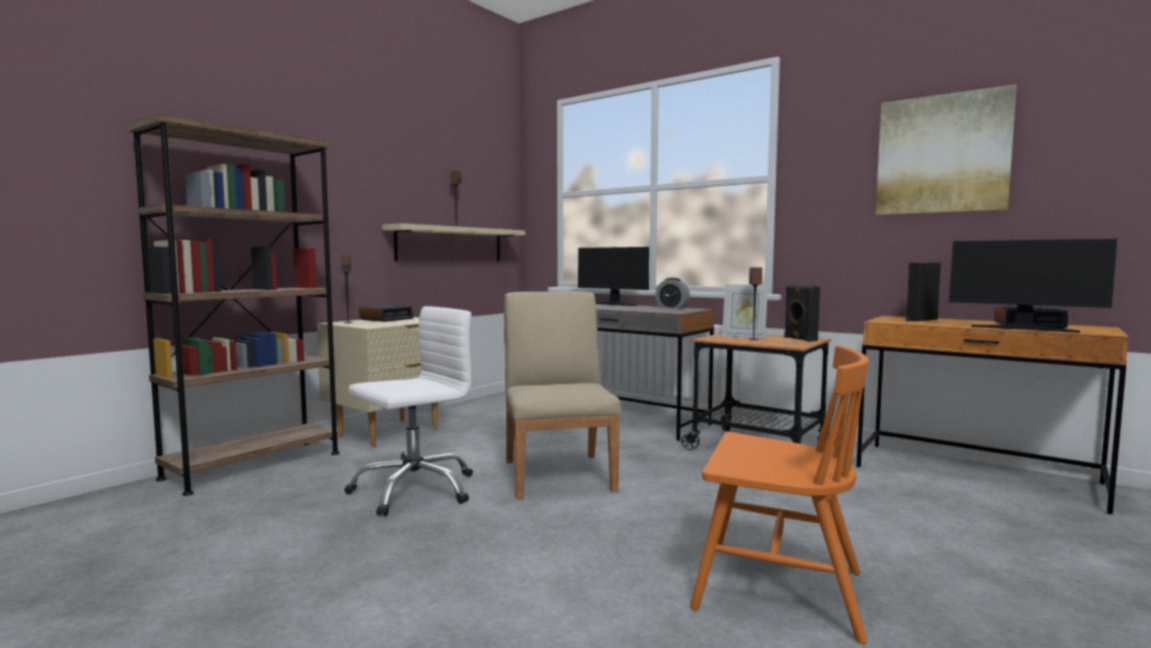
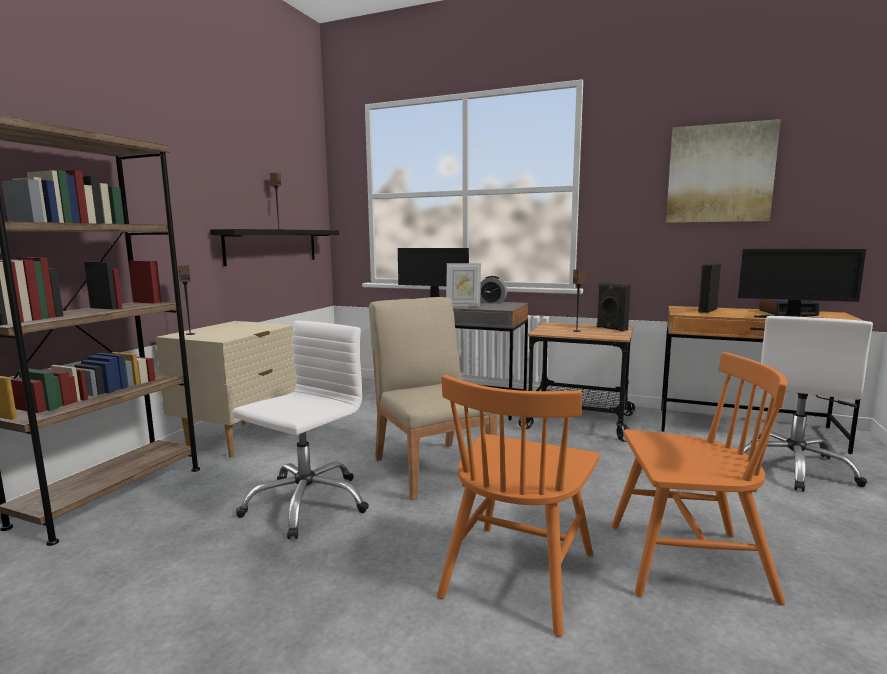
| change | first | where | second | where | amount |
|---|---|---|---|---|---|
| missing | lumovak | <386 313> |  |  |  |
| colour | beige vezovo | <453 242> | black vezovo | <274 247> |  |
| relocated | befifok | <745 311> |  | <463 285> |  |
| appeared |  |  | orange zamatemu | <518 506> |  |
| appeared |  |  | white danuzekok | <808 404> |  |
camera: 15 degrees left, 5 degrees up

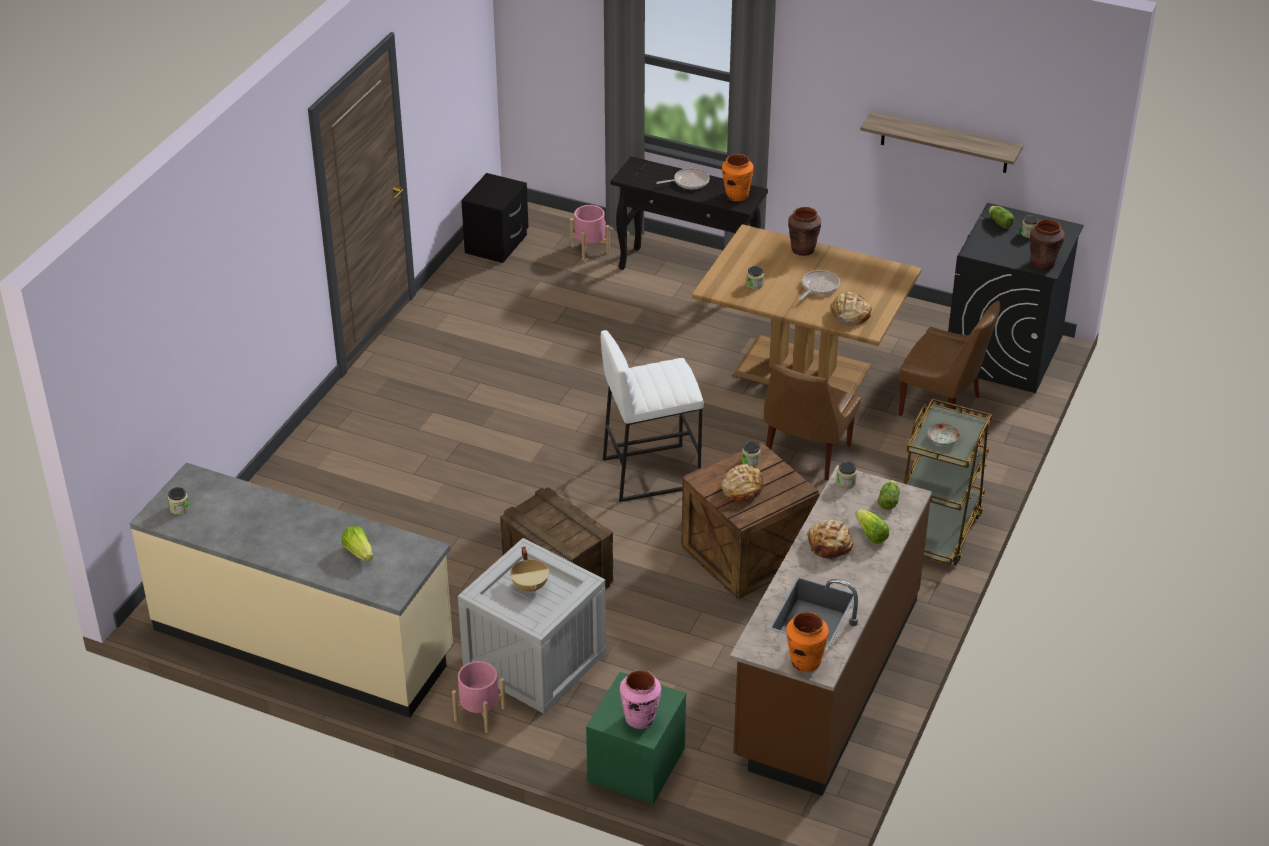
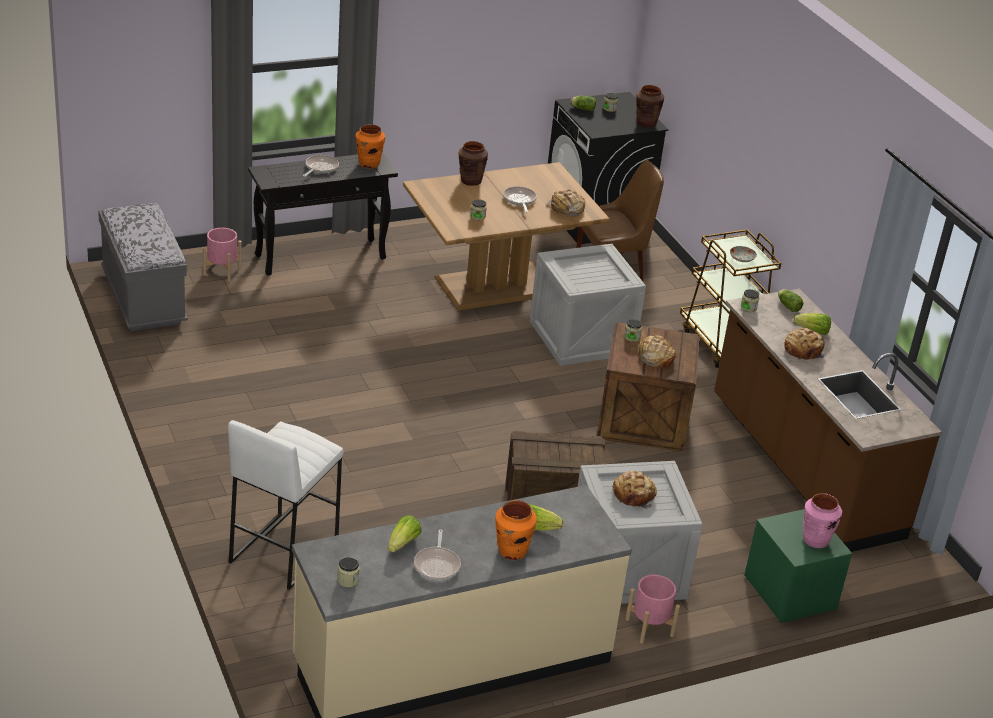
| change | first | where | second | where | amount |
|---|---|---|---|---|---|
| exchanged | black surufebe | <494 218> | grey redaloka | <143 267> |  |
| exchanged | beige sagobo | <529 570> | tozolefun | <635 490> |  |
| relocated | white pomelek | <652 416> |  | <285 505> |  |
| exchanged | brown zamatemu | <812 422> | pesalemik | <588 305> |  |
| relocated | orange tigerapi | <807 642> |  | <516 530> |  |
| missing | vezovo | <941 142> |  |  |  |
| appeared |  |  | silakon | <405 534> |  |
| appeared |  |  | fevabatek | <437 555> |  |
camera: 50 degrees left, 5 degrees down

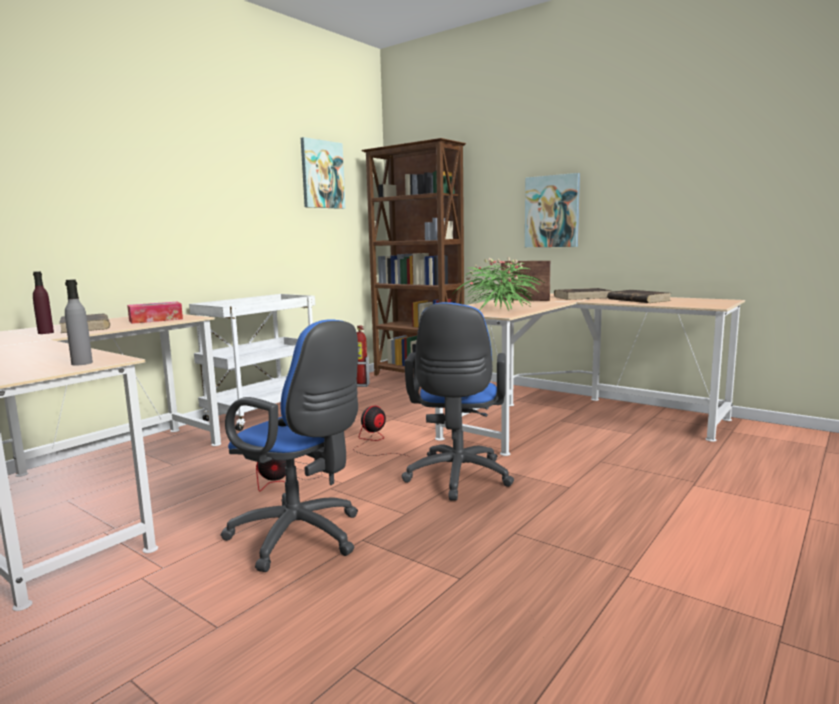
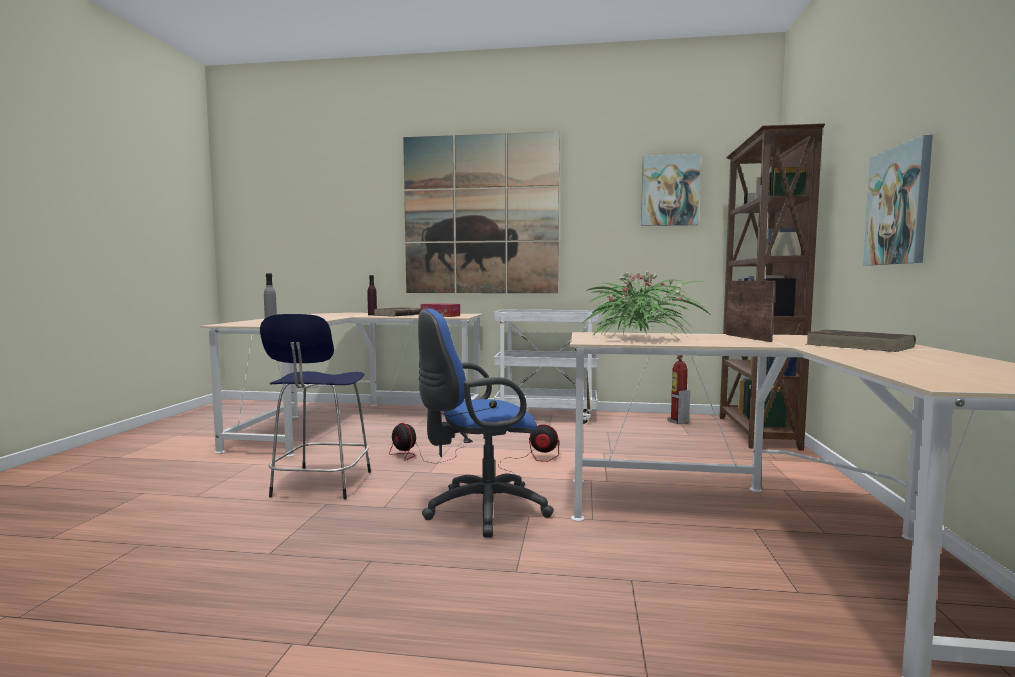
| change | first | where | second | where | amount |
|---|---|---|---|---|---|
| exchanged | blue danuzekok | <289 446> | blue pomelek | <315 406> |  |
| missing | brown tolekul | <638 296> |  |  |  |
| appeared |  |  | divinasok | <481 212> |  |
camera: 60 degrees right, 5 degrees down

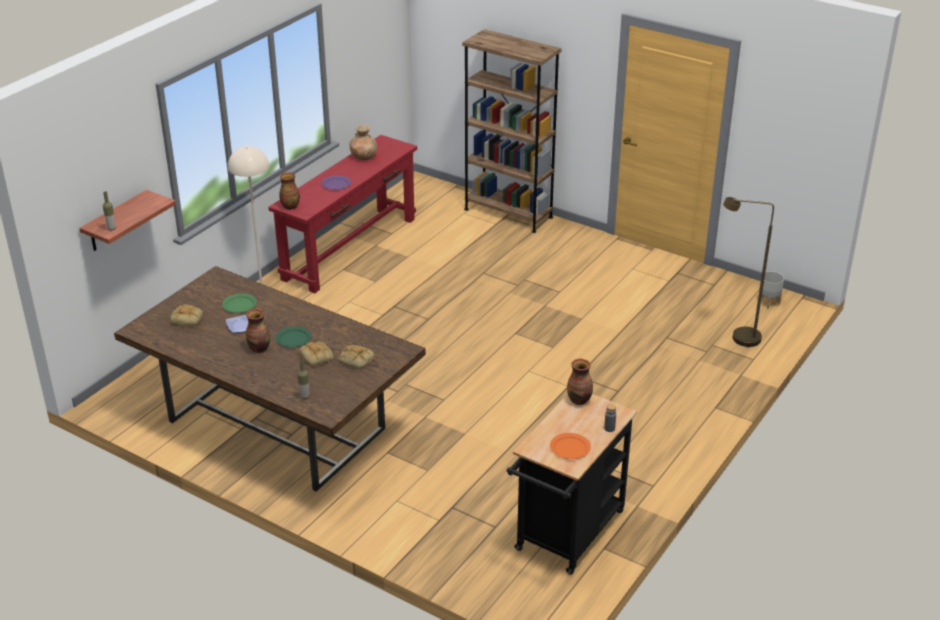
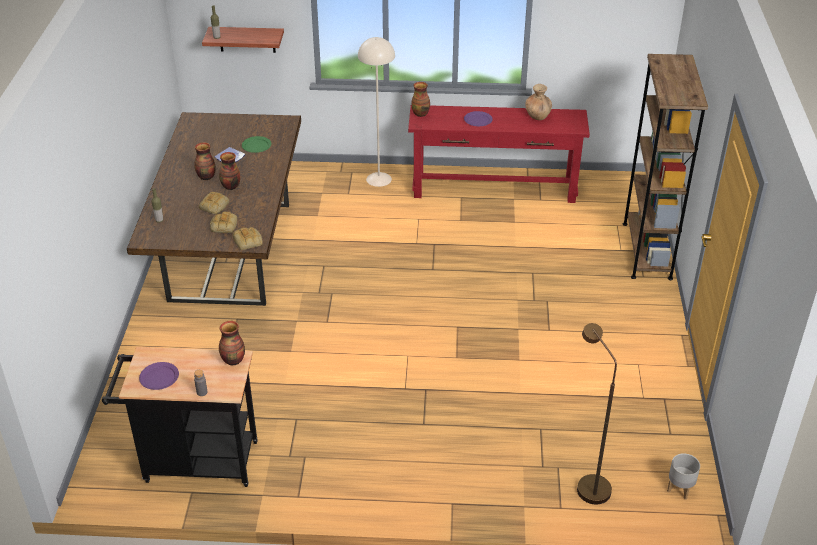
| change | first | where | second | where | amount |
|---|---|---|---|---|---|
| relocated | tozolefun | <186 315> |  | <248 238> |  |
| exchanged | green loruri | <294 336> | tigerapi | <229 171> |  |
| colour | orange loruri | <570 446> | purple loruri | <159 376> |  |
camera: 60 degrees right, 5 degrees up

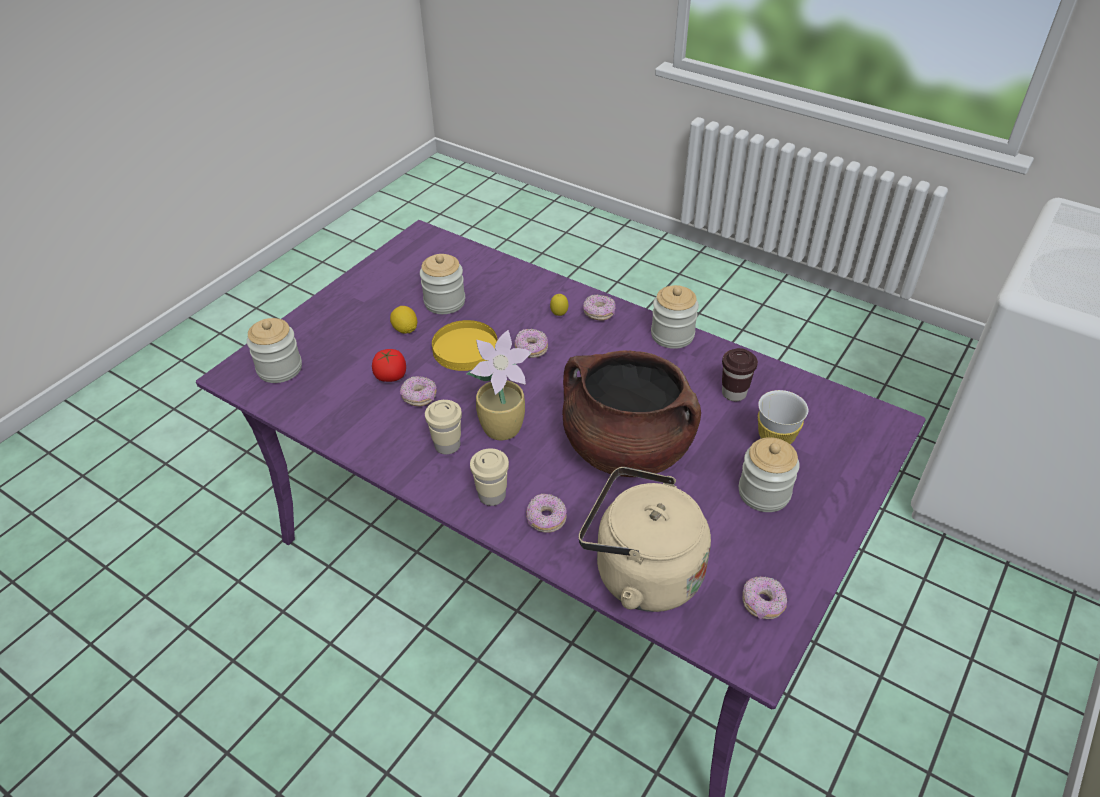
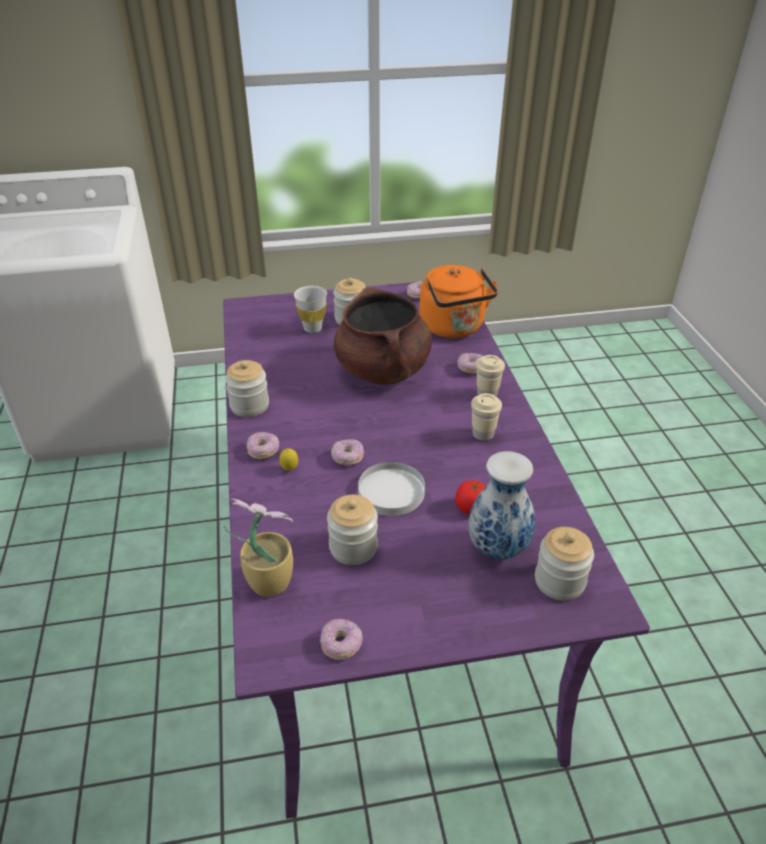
| change | first | where | second | where | amount |
|---|---|---|---|---|---|
| missing | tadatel | <403 320> |  |  |  |
| relocated | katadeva | <418 391> |  | <341 639> |  |
| colour | yellow loruri | <465 345> | white loruri | <391 489> |  |
| relocated | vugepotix | <499 385> |  | <258 548> |  |
| colour | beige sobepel | <644 539> | orange sobepel | <458 301> |  |
| missing | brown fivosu | <740 374> |  |  |  |
| appeared |  |  | tigerapi | <501 505> |  |
camera: 135 degrees left, 5 degrees down

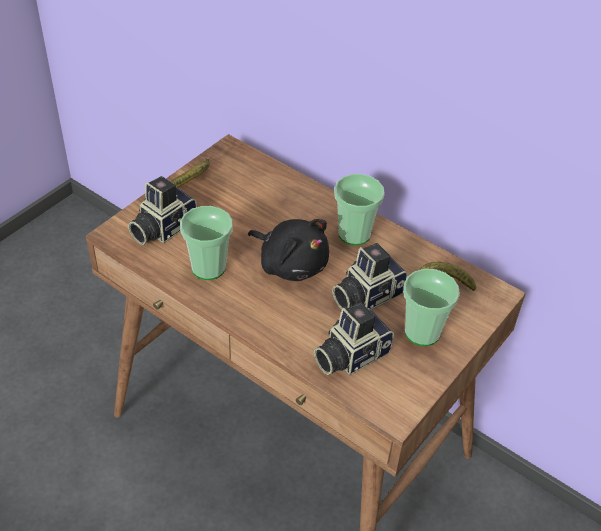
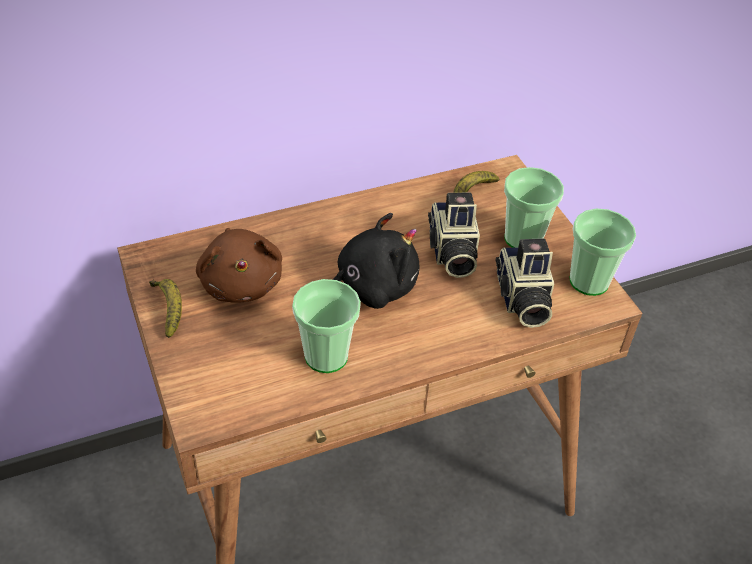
| change | first | where | second | where | amount |
|---|---|---|---|---|---|
| missing | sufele | <162 210> |  |  |  |
| relocated | fivosu | <359 209> |  | <603 252> |  |
| appeared |  |  | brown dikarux | <239 265> |  |
camera: 60 degrees left, 0 degrees up

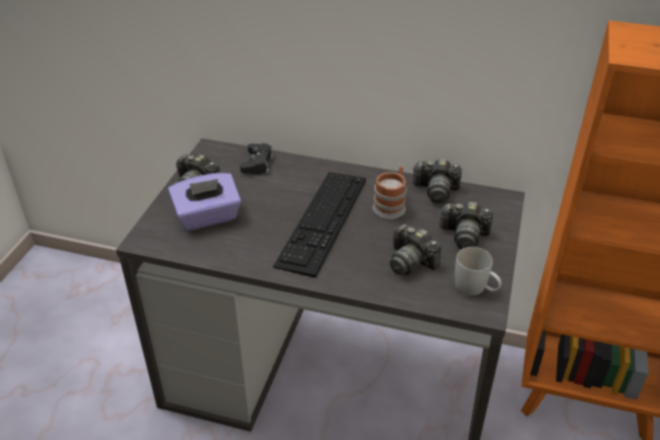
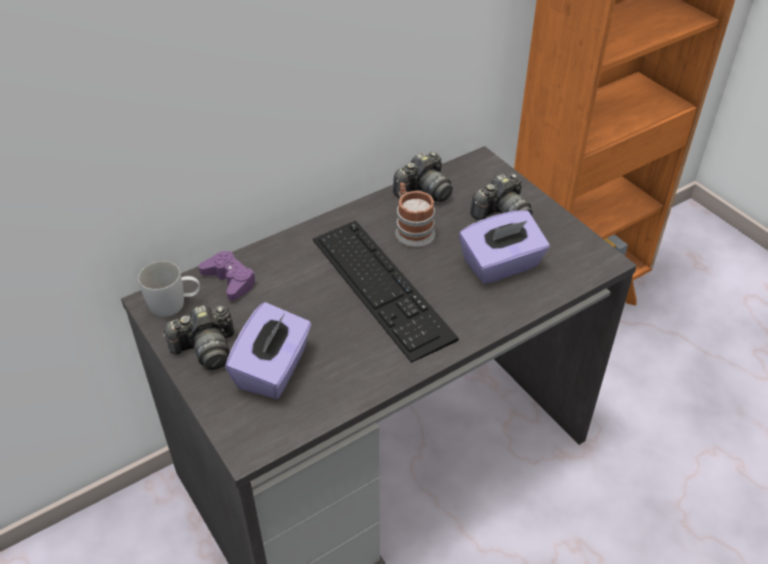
| change | first | where | second | where | amount |
|---|---|---|---|---|---|
| colour | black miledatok | <257 159> | purple miledatok | <227 276> |  |
| exchanged | sufele | <415 249> | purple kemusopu | <504 247> |  |
| relocated | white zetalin | <478 271> |  | <169 289> |  |
camera: 50 degrees left, 5 degrees up

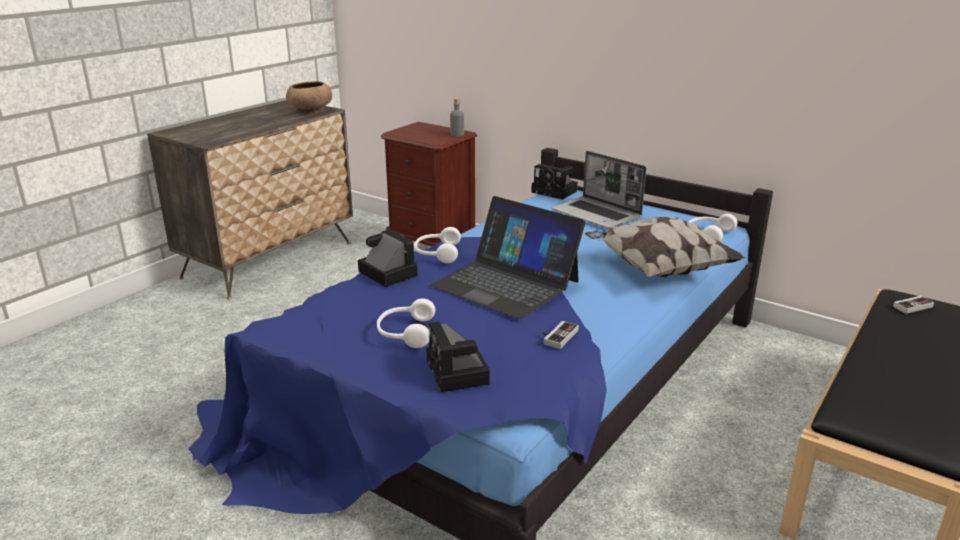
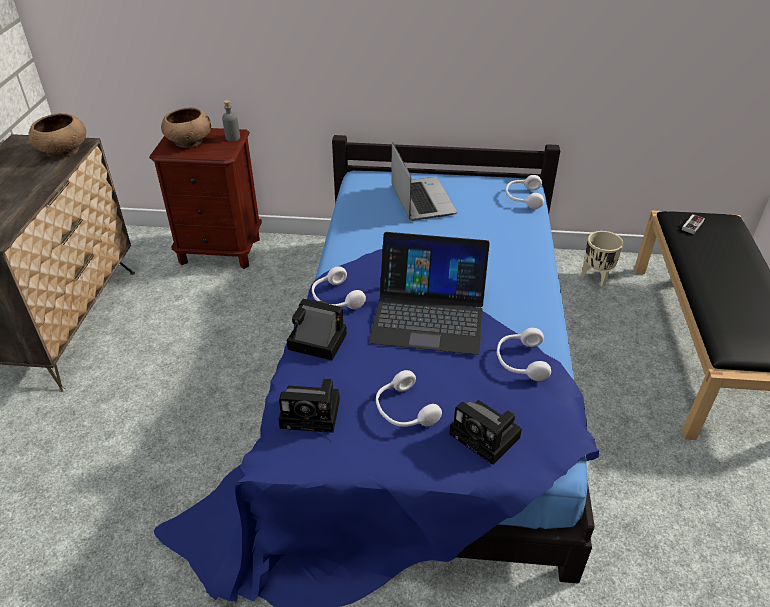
| change | first | where | second | where | amount |
|---|---|---|---|---|---|
| relocated | sufele | <554 182> |  | <309 406> |  |
| exchanged | miledatok | <560 335> | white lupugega | <524 354> |  |
| spun | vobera | <599 190> |  | <424 181> | 120 degrees counterclockwise |
| missing | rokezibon | <665 247> |  |  |  |
| appeared |  |  | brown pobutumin | <186 128> |  |
| appeared |  |  | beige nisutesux | <602 259> |  |
camera: 30 degrees left, 15 degrees up

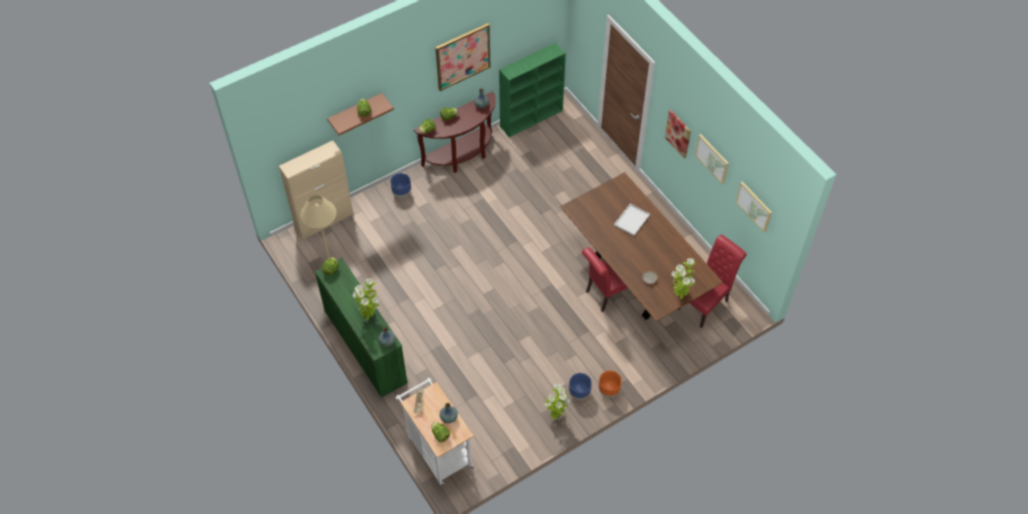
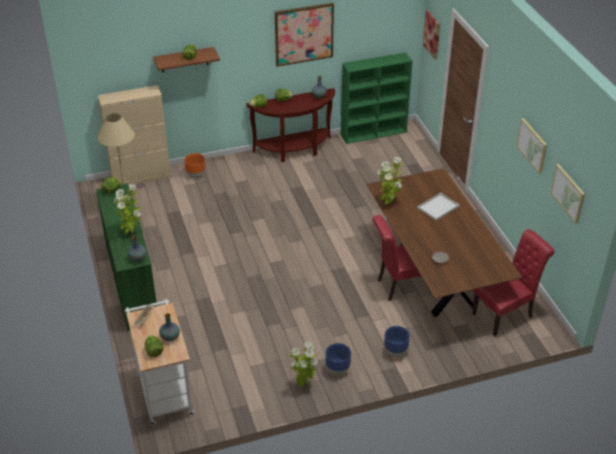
| change | first | where | second | where | amount |
|---|---|---|---|---|---|
| relocated | blue nisutesux | <400 185> |  | <397 341> |  |
| relocated | orange nisutesux | <610 384> |  | <195 165> |  |
| relocated | divinasok | <678 134> |  | <431 35> |  |
| relocated | vugepotix | <683 278> |  | <390 181> |  |
camera: 15 degrees right, 15 degrees down

